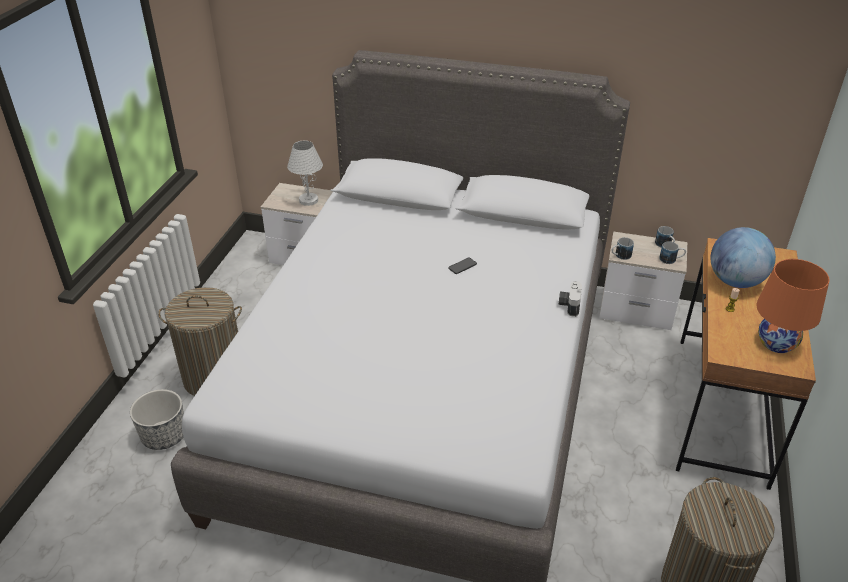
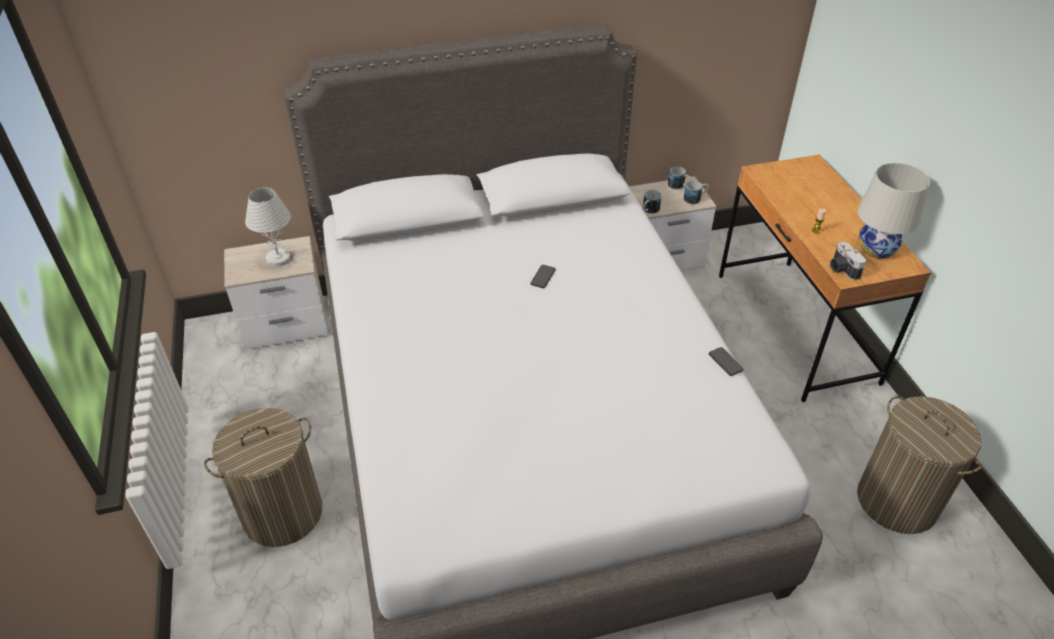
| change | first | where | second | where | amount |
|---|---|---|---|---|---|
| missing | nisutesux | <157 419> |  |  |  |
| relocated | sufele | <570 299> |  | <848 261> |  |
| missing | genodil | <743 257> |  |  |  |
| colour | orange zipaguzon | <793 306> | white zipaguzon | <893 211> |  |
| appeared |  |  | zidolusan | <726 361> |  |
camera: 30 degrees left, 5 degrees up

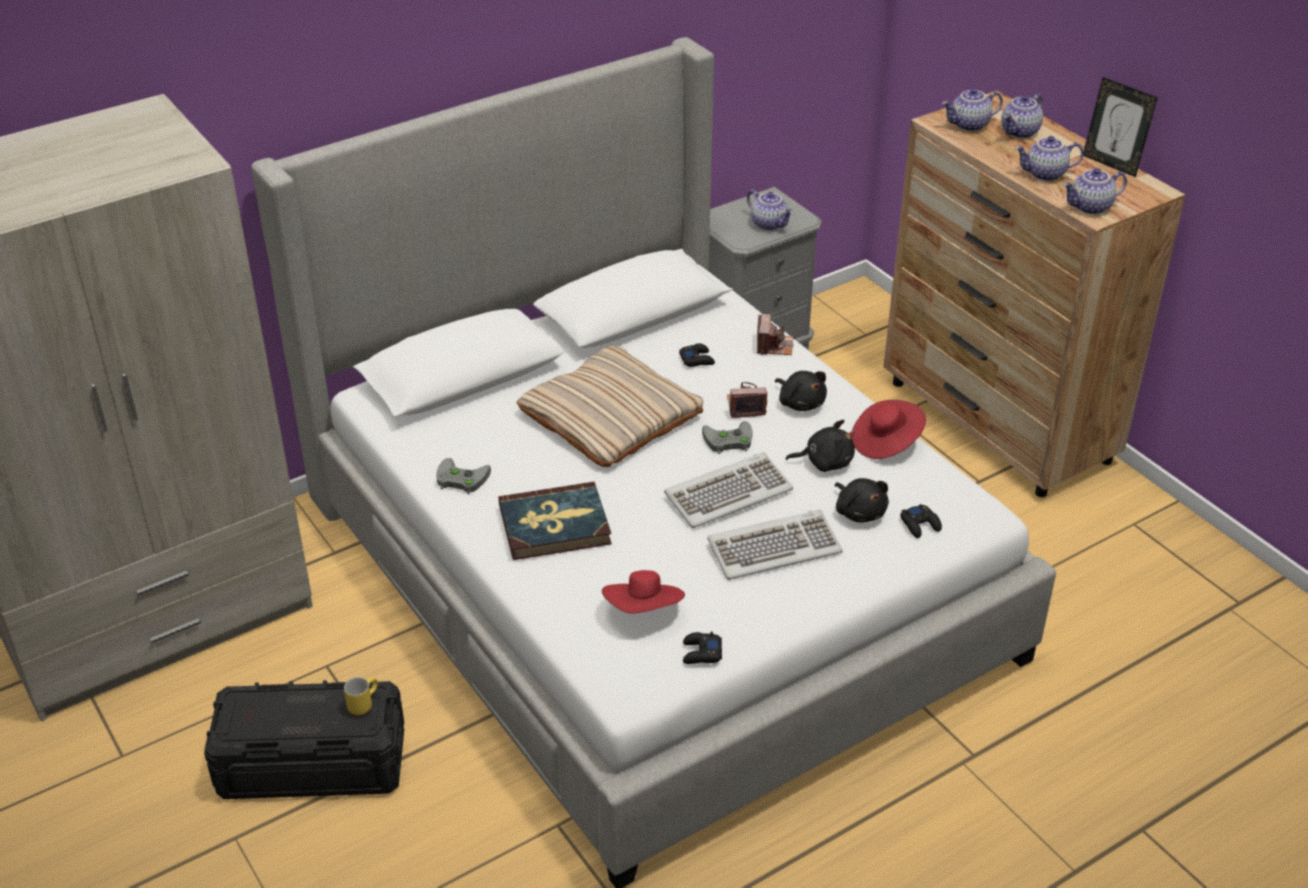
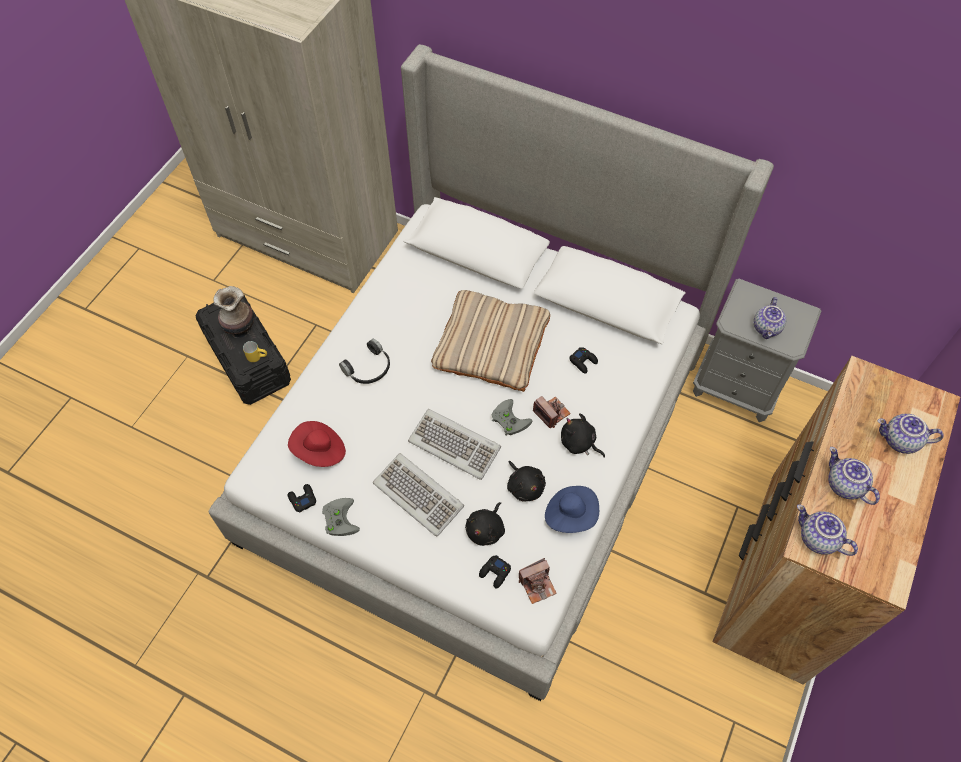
| change | first | where | second | where | amount |
|---|---|---|---|---|---|
| relocated | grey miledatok | <463 476> |  | <341 517> |  |
| exchanged | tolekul | <555 521> | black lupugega | <364 361> |  |
| relocated | sufele | <775 334> |  | <538 581> |  |
| spun | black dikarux | <801 391> |  | <583 435> | 105 degrees clockwise |
| colour | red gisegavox | <888 429> | blue gisegavox | <572 509> |  |
| missing | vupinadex | <972 110> |  |  |  |
| missing | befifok | <1120 127> |  |  |  |
| appeared |  |  | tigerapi | <234 312> |  |
camera: 60 degrees right, 20 degrees up

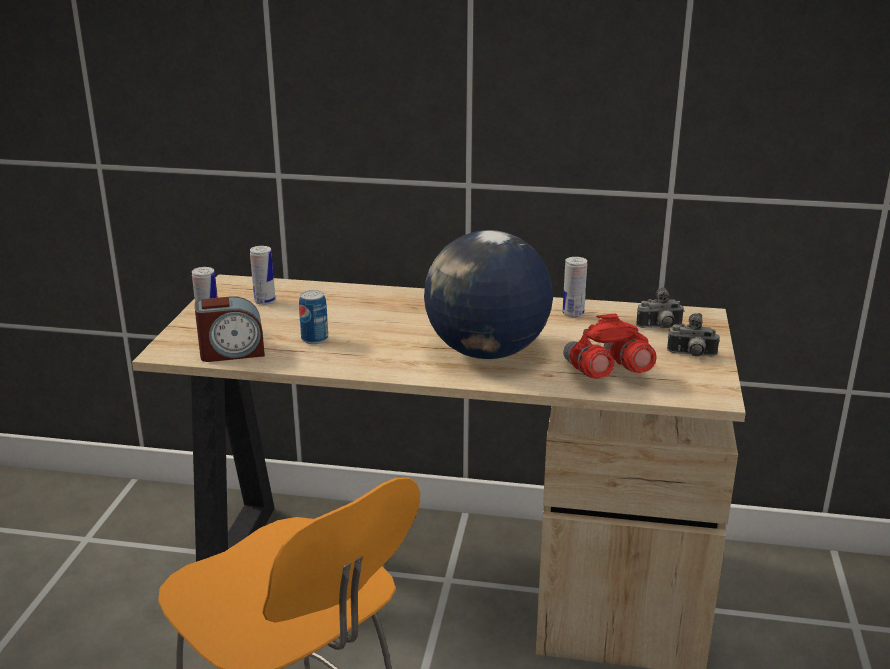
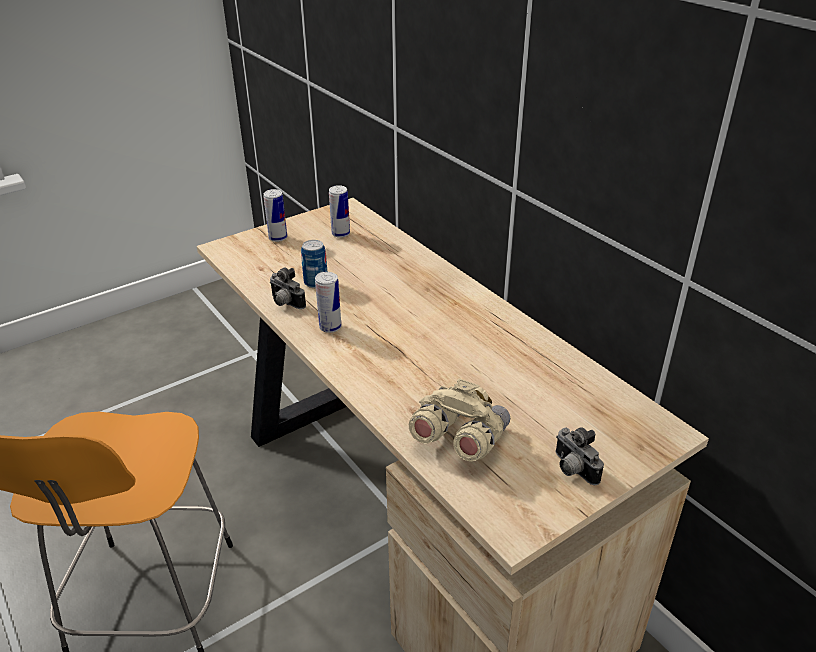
| change | first | where | second | where | amount |
|---|---|---|---|---|---|
| missing | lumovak | <230 329> |  |  |  |
| missing | genodil | <488 294> |  |  |  |
| relocated | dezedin | <575 287> |  | <328 302> |  |
| colour | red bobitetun | <609 346> | beige bobitetun | <459 419> |  |
| relocated | sufele | <660 307> |  | <288 288> |  |
camera: 45 degrees right, 10 degrees up

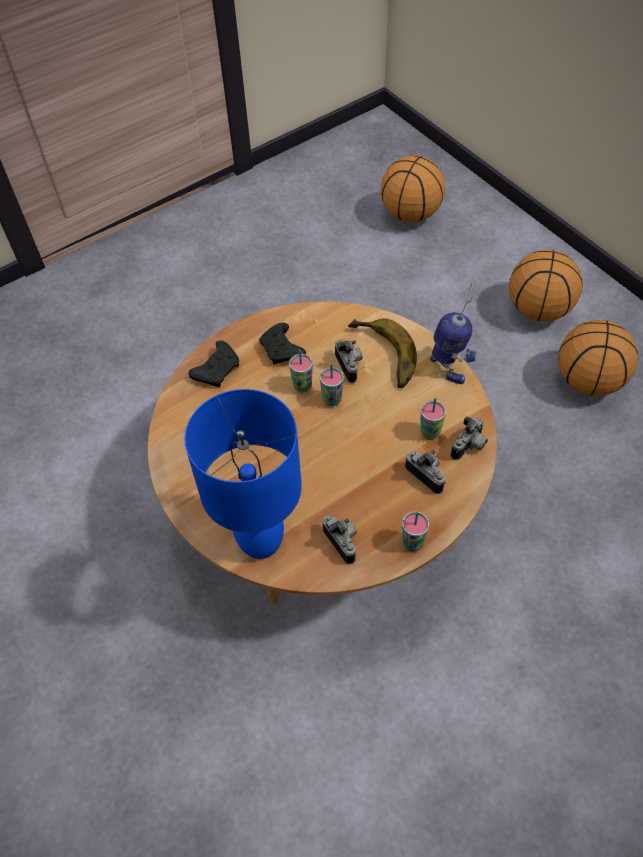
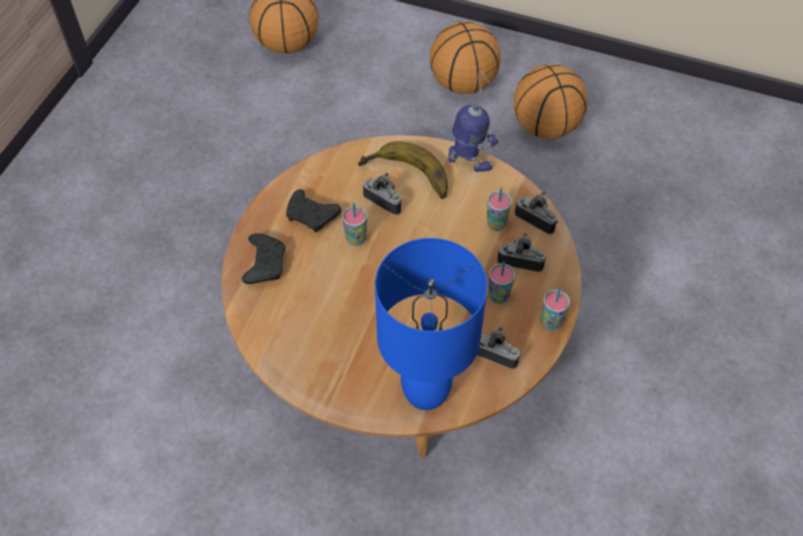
| change | first | where | second | where | amount |
|---|---|---|---|---|---|
| relocated | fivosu | <332 385> |  | <502 282> |  |
| spun | sufele | <469 438> |  | <536 213> | 60 degrees counterclockwise |
camera: 35 degrees left, 0 degrees up

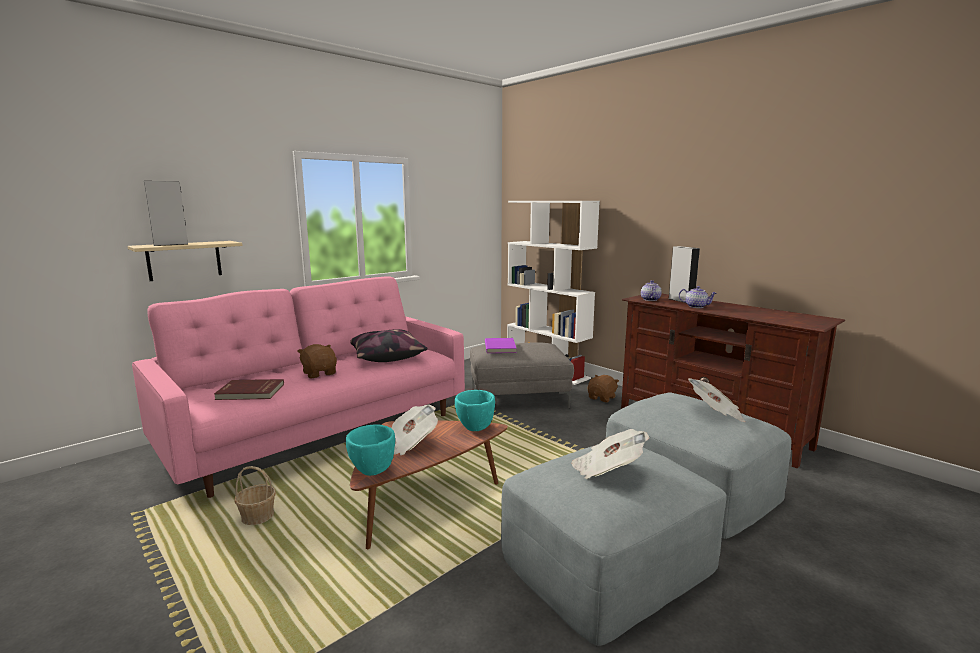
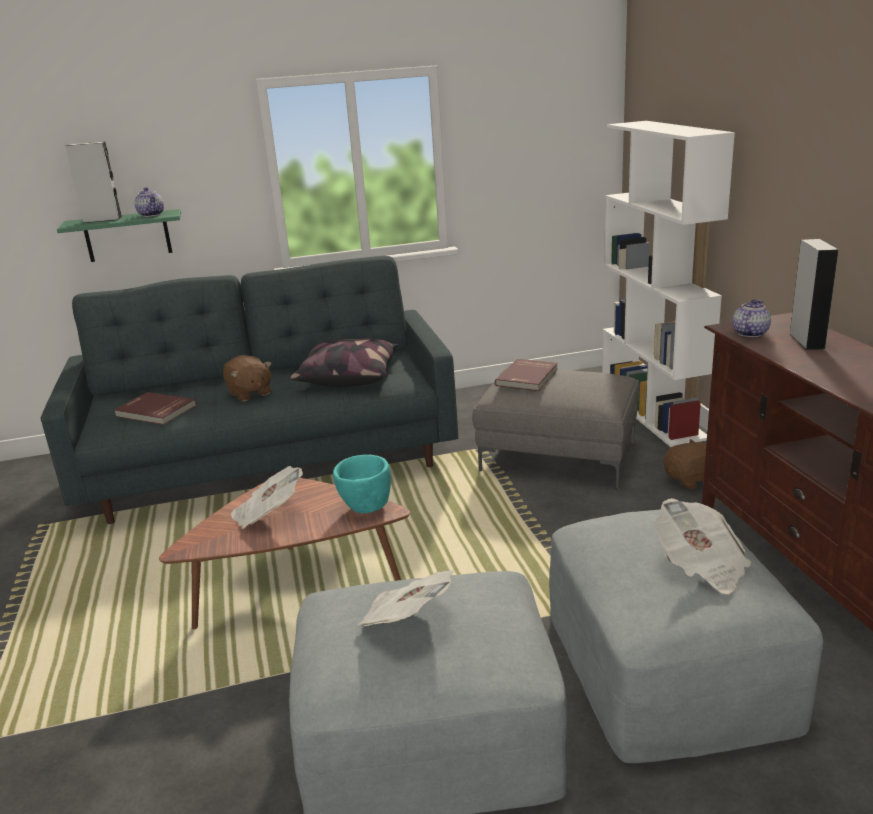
| change | first | where | second | where | amount |
|---|---|---|---|---|---|
| colour | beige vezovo | <185 261> | green vezovo | <119 235> |  |
| colour | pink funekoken | <298 387> | grey funekoken | <249 390> |  |
| missing | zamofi | <255 495> |  |  |  |
| spun | brown dikarux | <317 361> |  | <247 378> | 150 degrees clockwise |
| missing | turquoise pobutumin | <370 450> |  |  |  |
| colour | purple tolekul | <501 345> | red tolekul | <526 375> |  |
| relocated | vupinadex | <698 297> |  | <149 202> |  |
camera: 30 degrees right, 10 degrees up

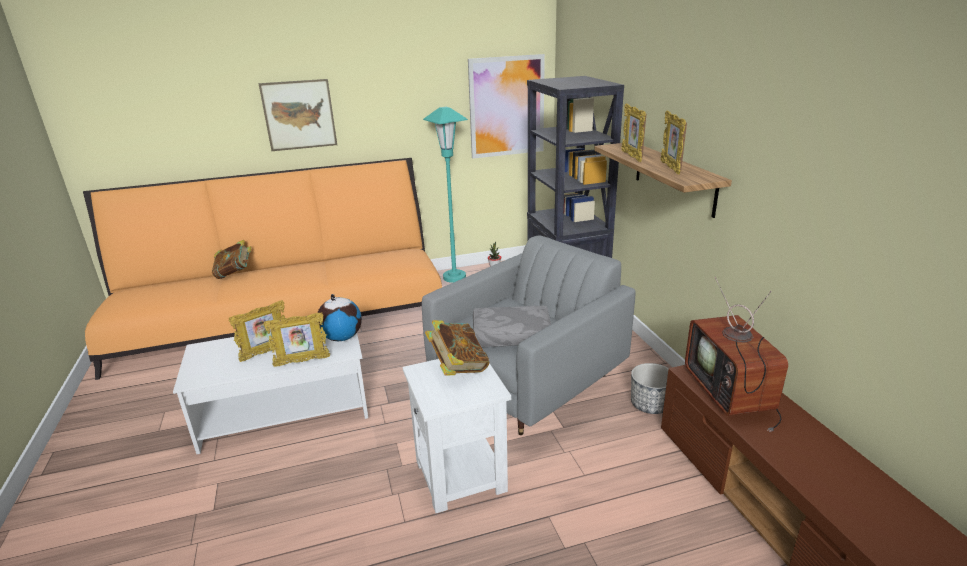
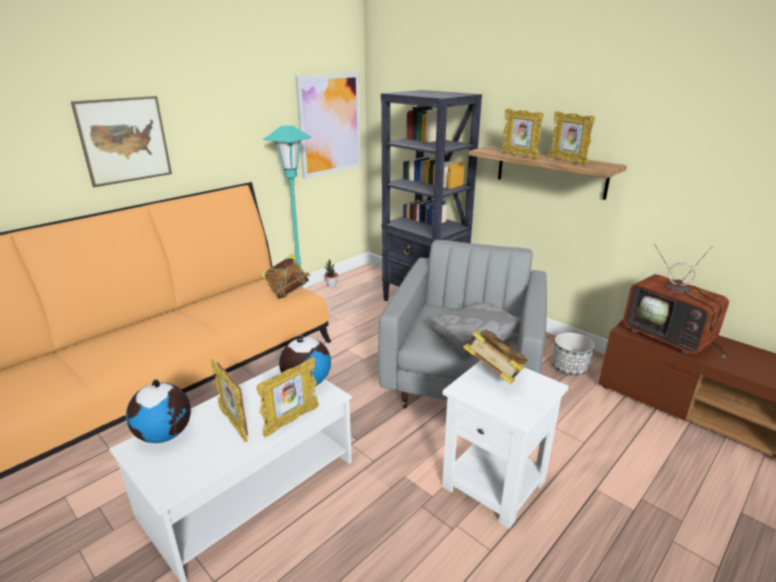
| change | first | where | second | where | amount |
|---|---|---|---|---|---|
| relocated | tolekul | <231 259> |  | <285 276> |  |
| spun | befifok | <257 331> |  | <229 400> | 120 degrees clockwise |
| appeared |  |  | genodil | <158 411> |  |
camera: 30 degrees left, 0 degrees up

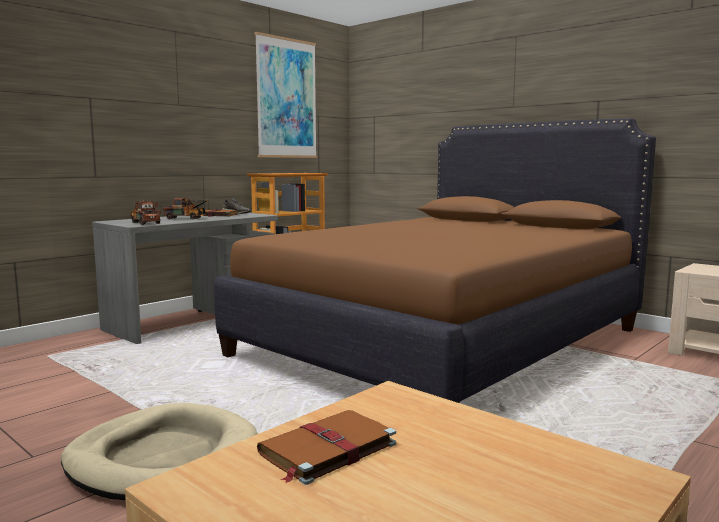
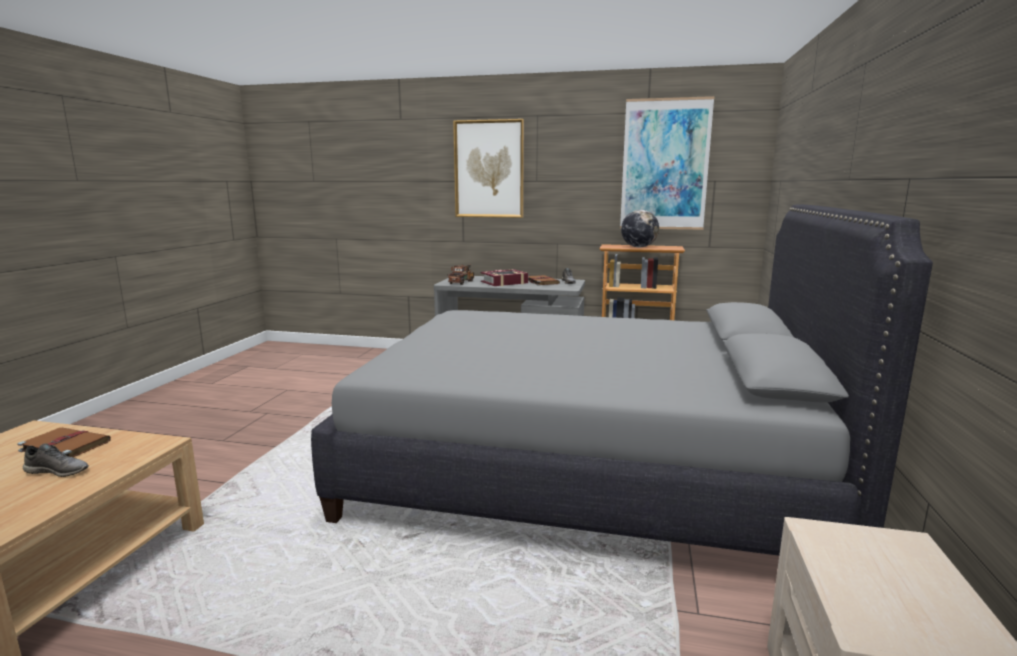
| change | first | where | second | where | amount |
|---|---|---|---|---|---|
| missing | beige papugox | <159 451> |  |  |  |
| exchanged | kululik | <186 209> | tolekul | <504 277> |  |
| colour | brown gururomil | <435 260> | grey gururomil | <622 380> |  |
| appeared |  |  | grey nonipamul | <56 460> |  |
| appeared |  |  | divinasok | <488 168> |  |
| appeared |  |  | genodil | <640 229> |  |
camera: 60 degrees right, 5 degrees up

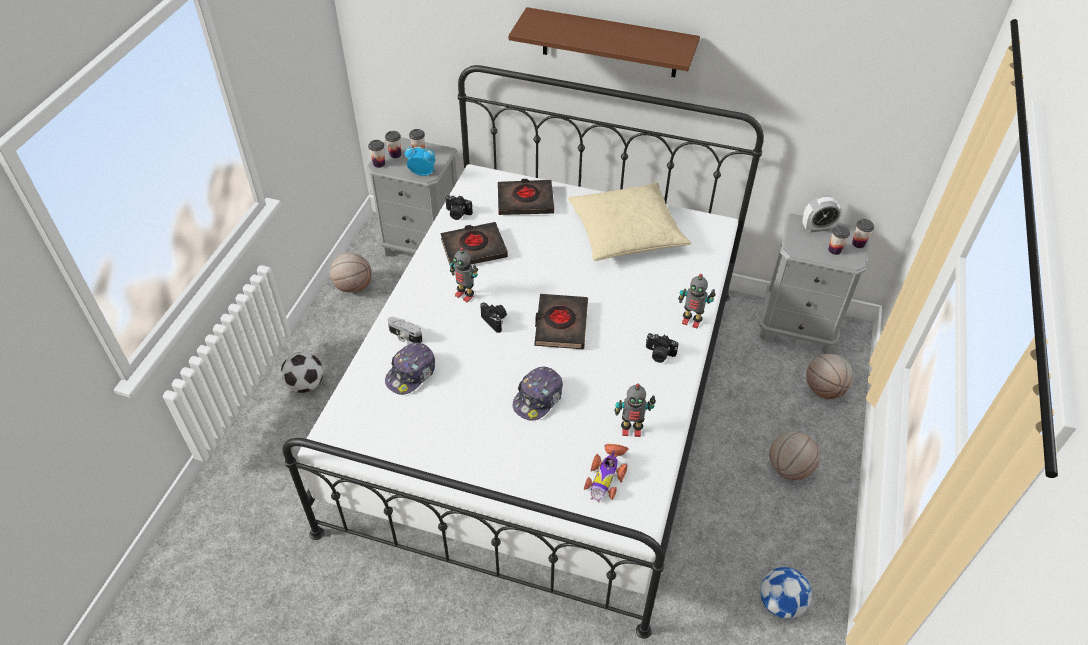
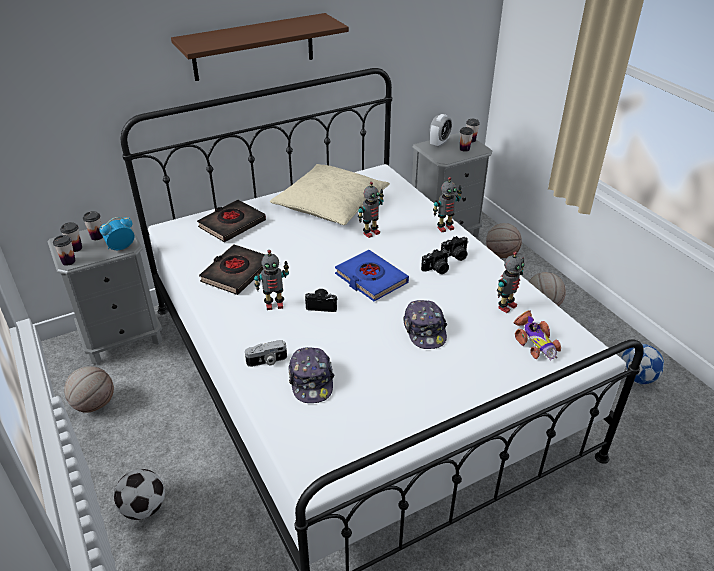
| change | first | where | second | where | amount |
|---|---|---|---|---|---|
| relocated | sufele | <459 207> |  | <435 261> |  |
| colour | black tolekul | <561 321> | blue tolekul | <372 275> |  |
| appeared |  |  | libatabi | <371 210> |  |
camera: 45 degrees left, 10 degrees down

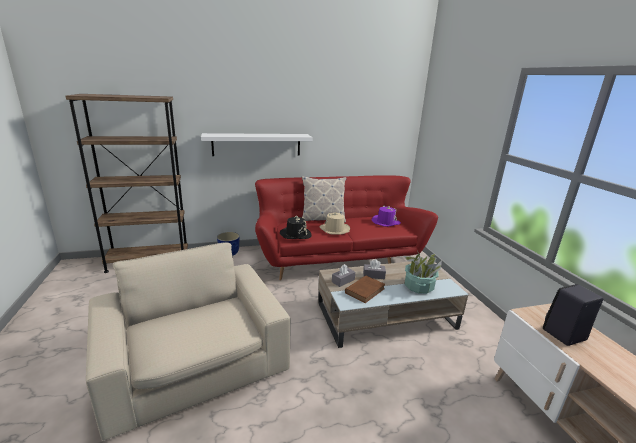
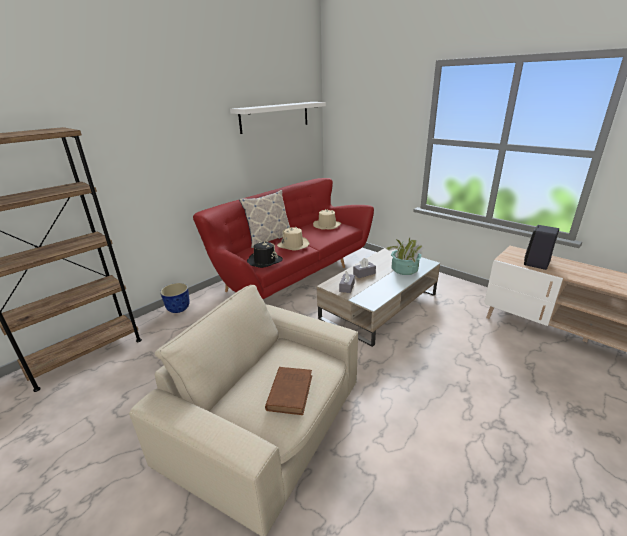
| change | first | where | second | where | amount |
|---|---|---|---|---|---|
| relocated | white vezovo | <257 144> |  | <278 118> |  |
| relocated | brown tolekul | <365 289> |  | <288 391> |  |
| colour | purple gisegavox | <386 216> | beige gisegavox | <327 219> |  |
camera: 30 degrees left, 5 degrees up

